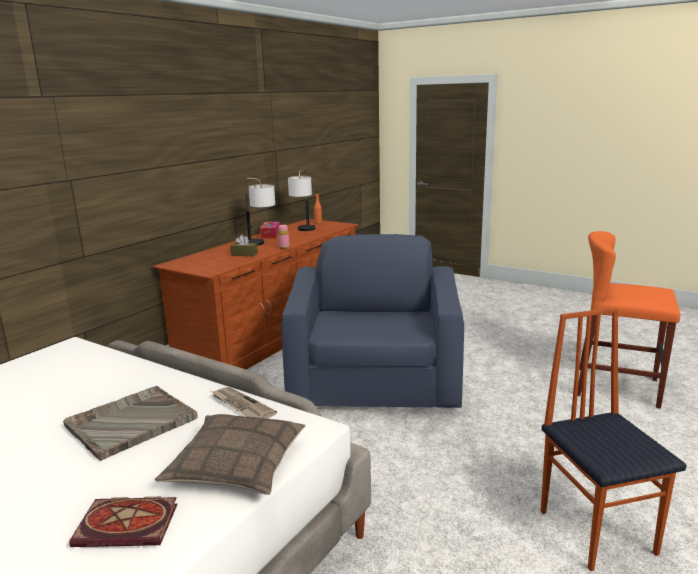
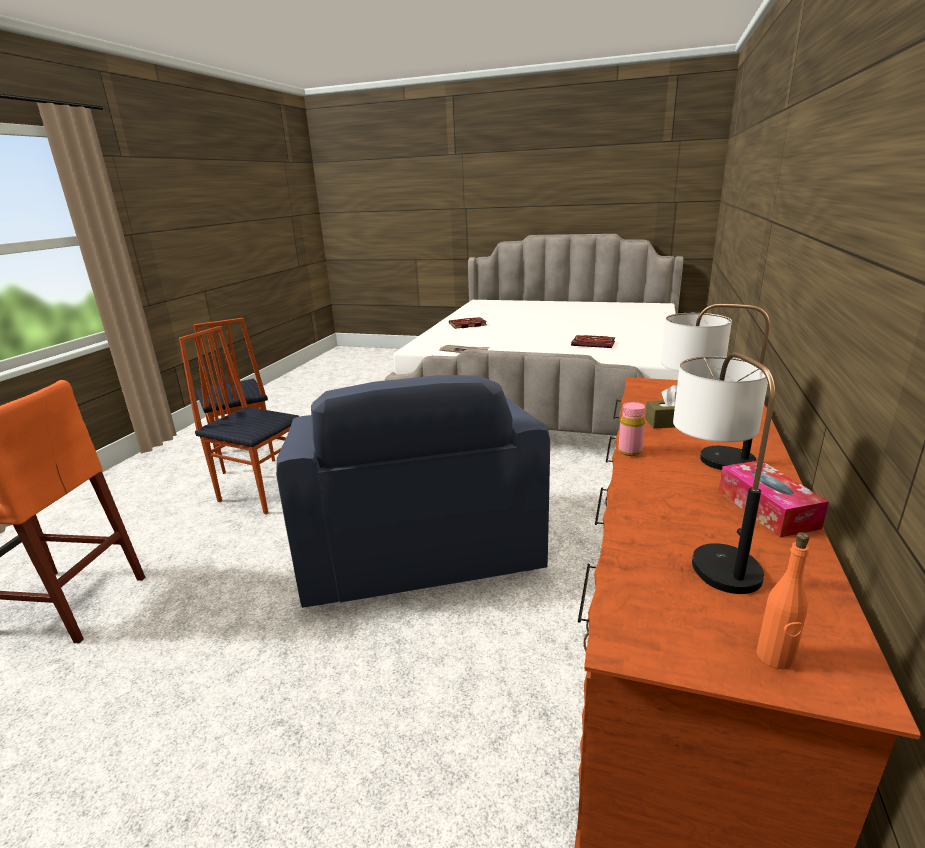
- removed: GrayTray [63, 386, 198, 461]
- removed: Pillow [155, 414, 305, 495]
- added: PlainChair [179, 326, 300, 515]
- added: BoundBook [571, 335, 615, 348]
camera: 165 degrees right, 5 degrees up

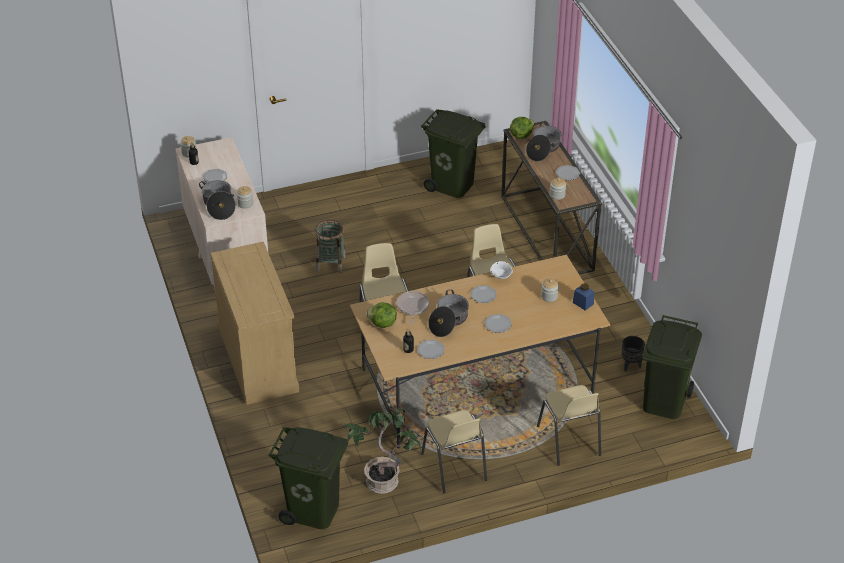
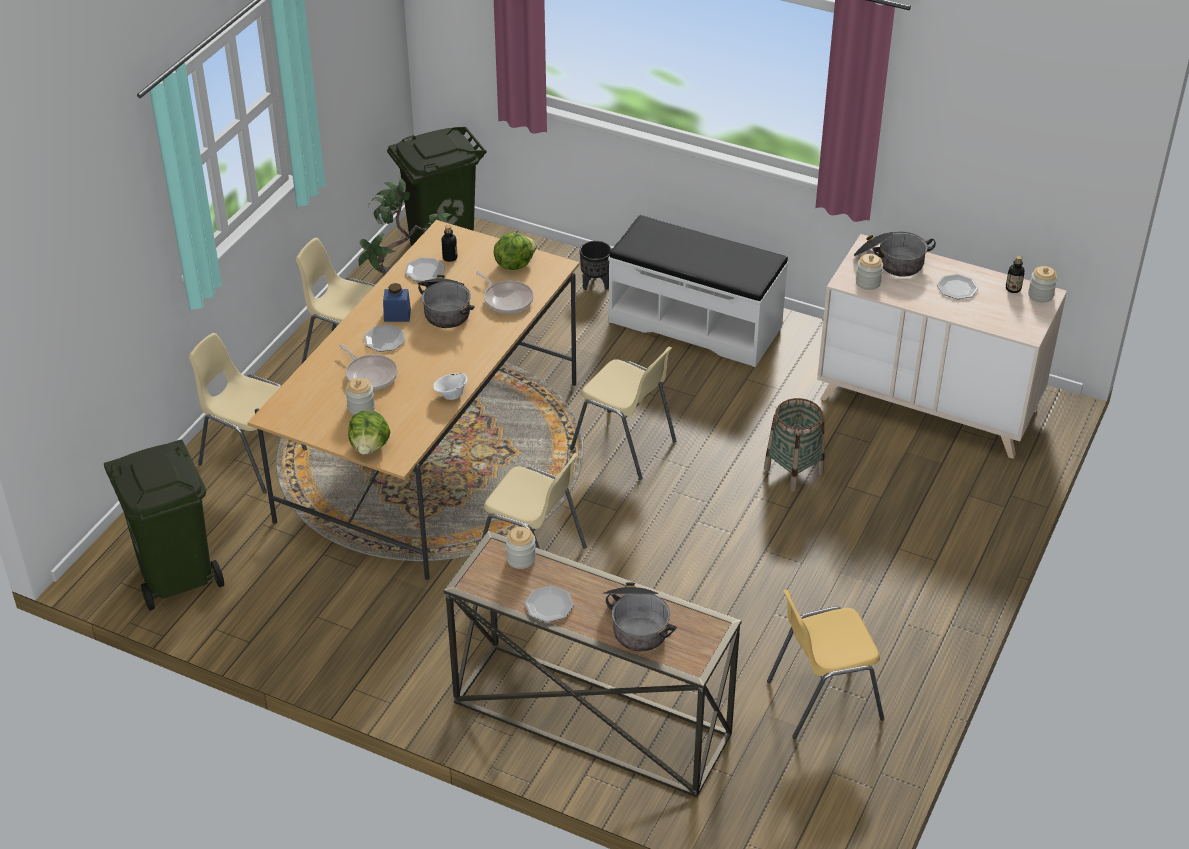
- removed: Plate [471, 286, 497, 303]
- added: Skillet [339, 344, 398, 390]
- moved: Lettuce [510, 117, 534, 139] to [348, 410, 390, 455]
- moved: BlueStorageJar [573, 283, 594, 311] to [383, 283, 411, 322]
- moved: BlackPlanter [622, 336, 645, 371] to [580, 241, 612, 290]
- replaced: BeigeDrawerChest [210, 242, 299, 405] to WhiteColouredLongSeat [608, 215, 788, 367]
- replaced: GreenishRubbishBin [421, 110, 486, 198] to YellowColouredPlainChair [767, 589, 884, 739]
camera: 135 degrees right, 0 degrees up

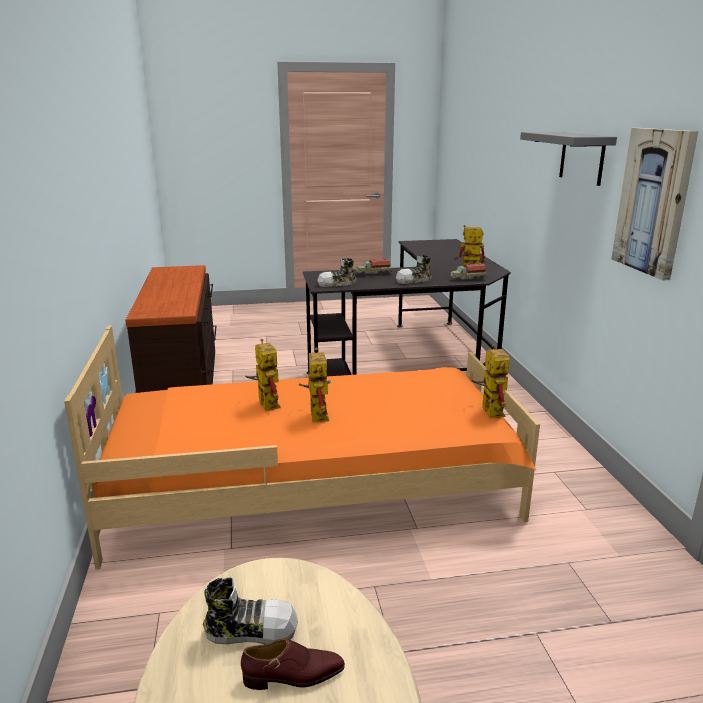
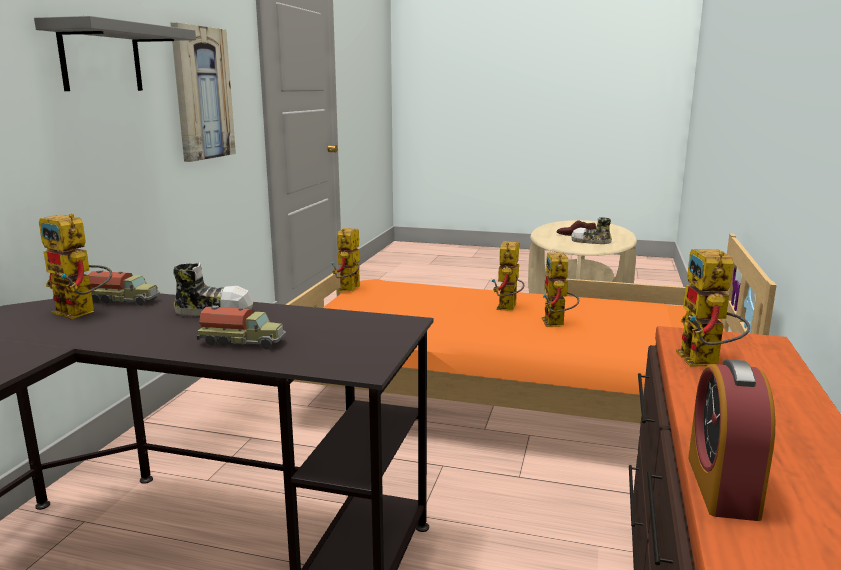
- removed: ItemOfFootwear [318, 258, 356, 287]
- added: ModelRobot [676, 249, 750, 367]
- added: BedsideClock [688, 359, 775, 521]
camera: 155 degrees left, 5 degrees down

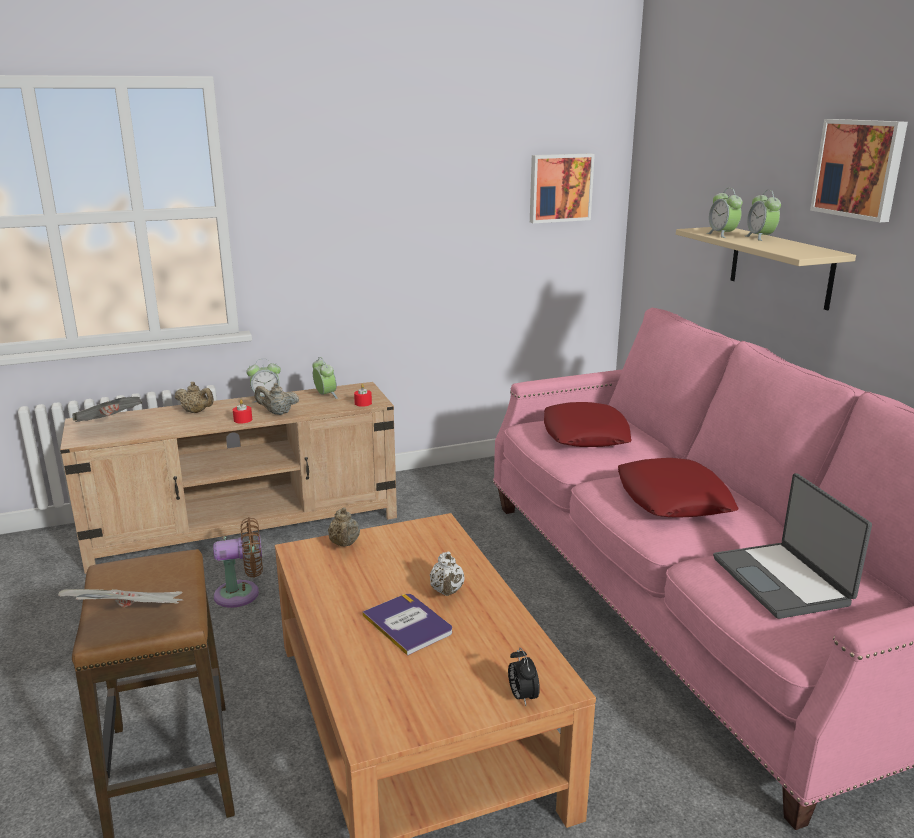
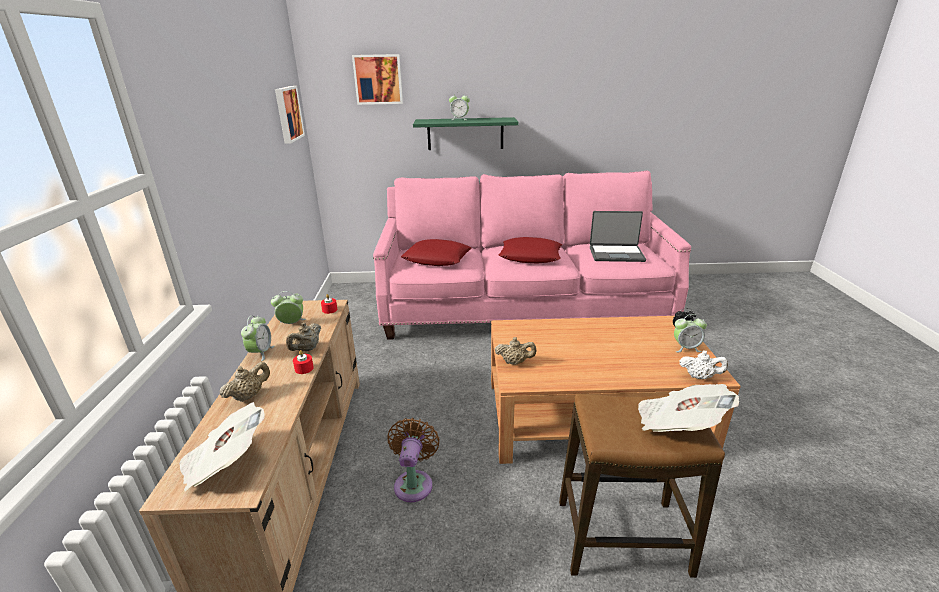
- removed: BoundBook [362, 594, 452, 656]
- moved: WhiteColouredPotForTea [430, 552, 465, 596] to [680, 351, 728, 379]
- moved: BedsideClock [706, 188, 743, 238] to [674, 314, 707, 352]
- moved: WallArt [810, 119, 908, 222] to [352, 54, 403, 105]
- recoloured: BeigeShelf [676, 227, 856, 310] to GreenishShelf [413, 117, 519, 150]
camera: 70 degrees left, 5 degrees up

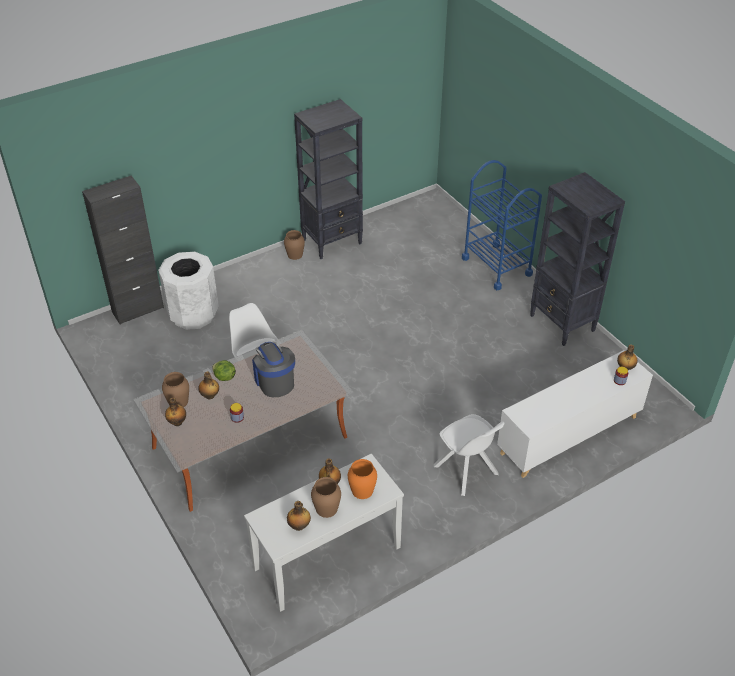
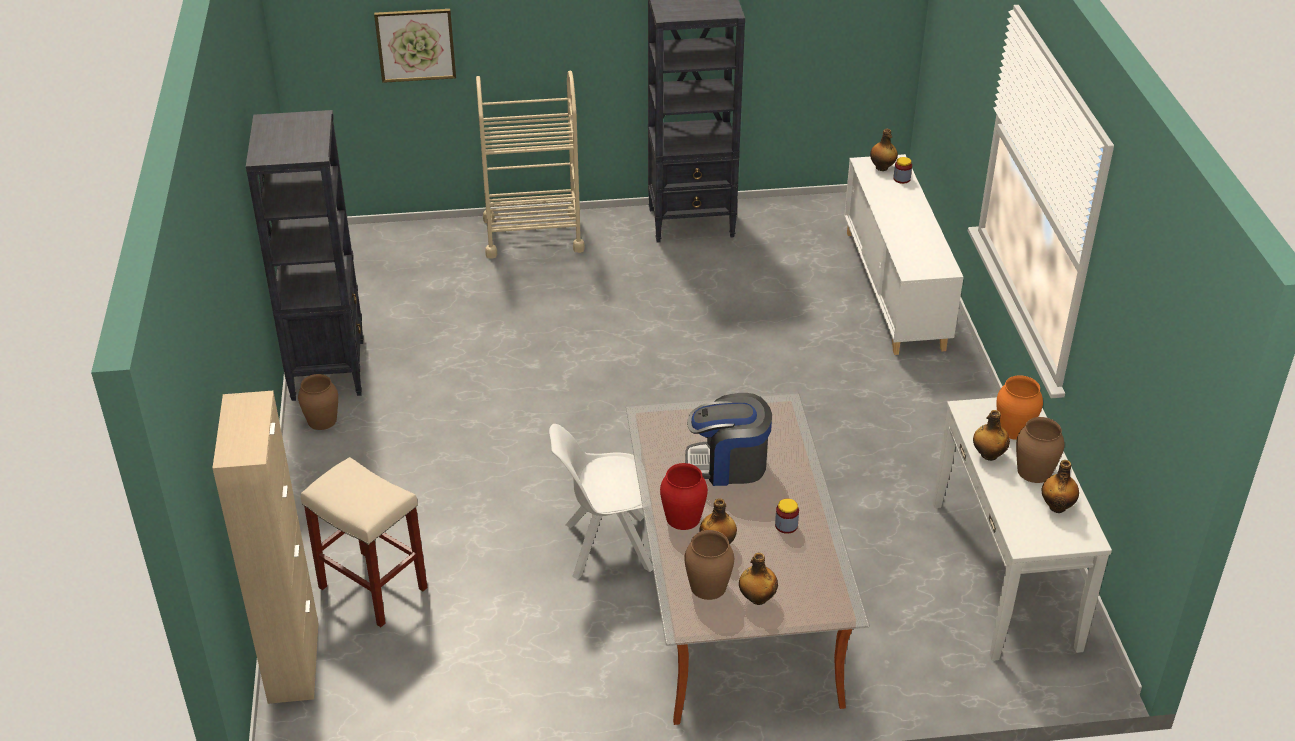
- removed: WhiteColouredPlainChair [434, 414, 504, 496]
- added: WallArt [374, 9, 456, 83]
- replaced: WhiteColouredRubbishBin [158, 252, 219, 330] to BeigeSittingStool [301, 457, 428, 627]
- replaced: Lettuce [212, 360, 236, 381] to ReddishDecorativeVase [660, 463, 708, 530]
- recoloured: BlackCabinet [82, 175, 164, 325] to BeigeCabinet [212, 391, 319, 704]
- recoloured: BlueWheeledCart [462, 160, 542, 290] to BeigeWheeledCart [476, 71, 585, 259]
camera: 65 degrees left, 5 degrees down

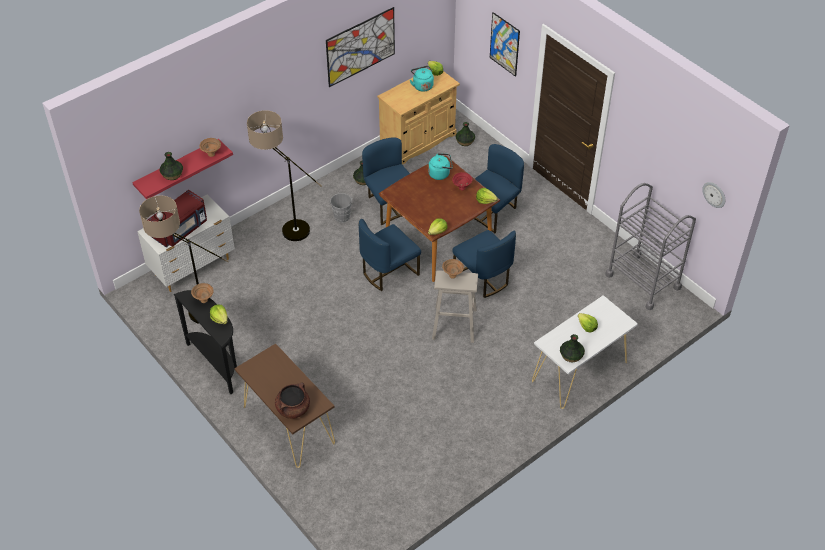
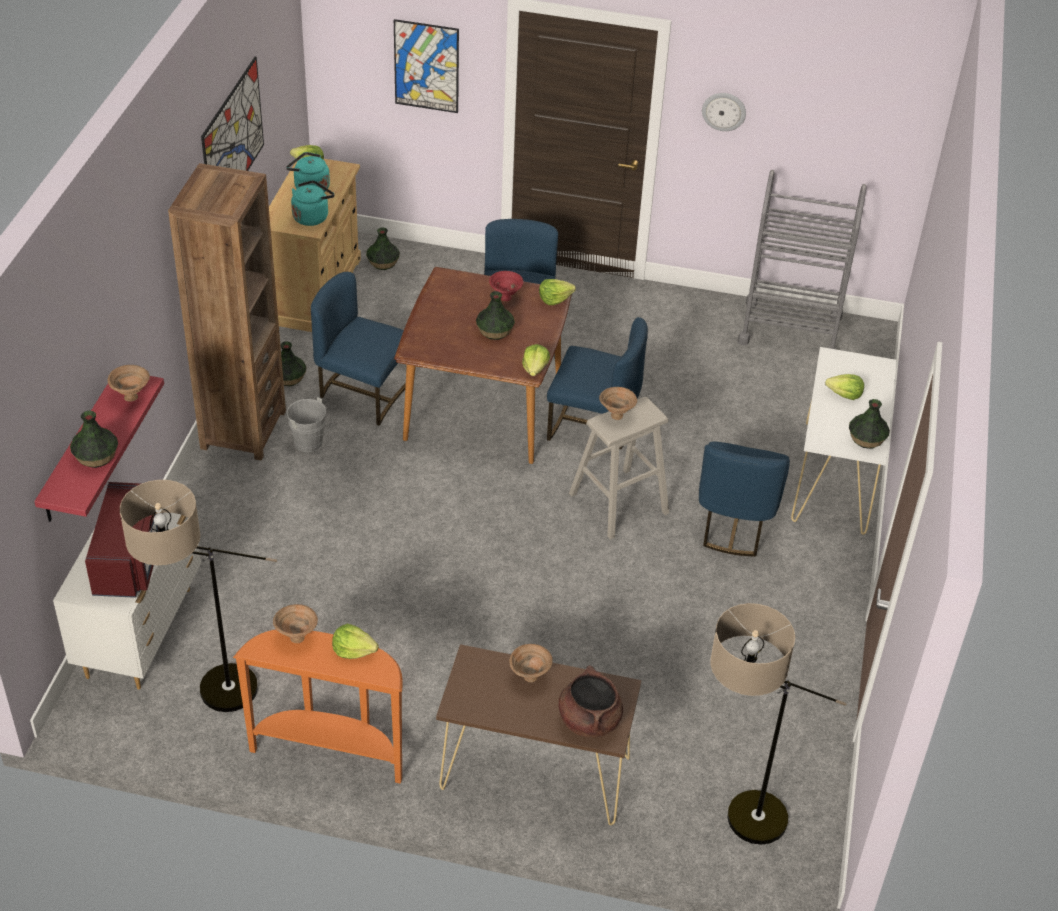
- added: BrownBookshelf [168, 163, 286, 460]
- added: DecorativeVase [476, 291, 515, 340]
- added: BrownBowl [509, 644, 553, 682]
- moved: StandardLamp [247, 110, 322, 241] to [710, 603, 846, 845]
- moved: BluePlainChair [359, 219, 421, 291] to [699, 441, 790, 557]
- moved: TurquoiseColouredKettle [428, 153, 453, 180] to [291, 180, 335, 226]
- moved: ClockOnTheWall [702, 182, 725, 208] to [702, 93, 746, 131]
- recoloured: BlackNarrowTable [174, 290, 237, 394] to OrangeyNarrowTable [233, 630, 403, 784]
camera: 40 degrees left, 5 degrees down

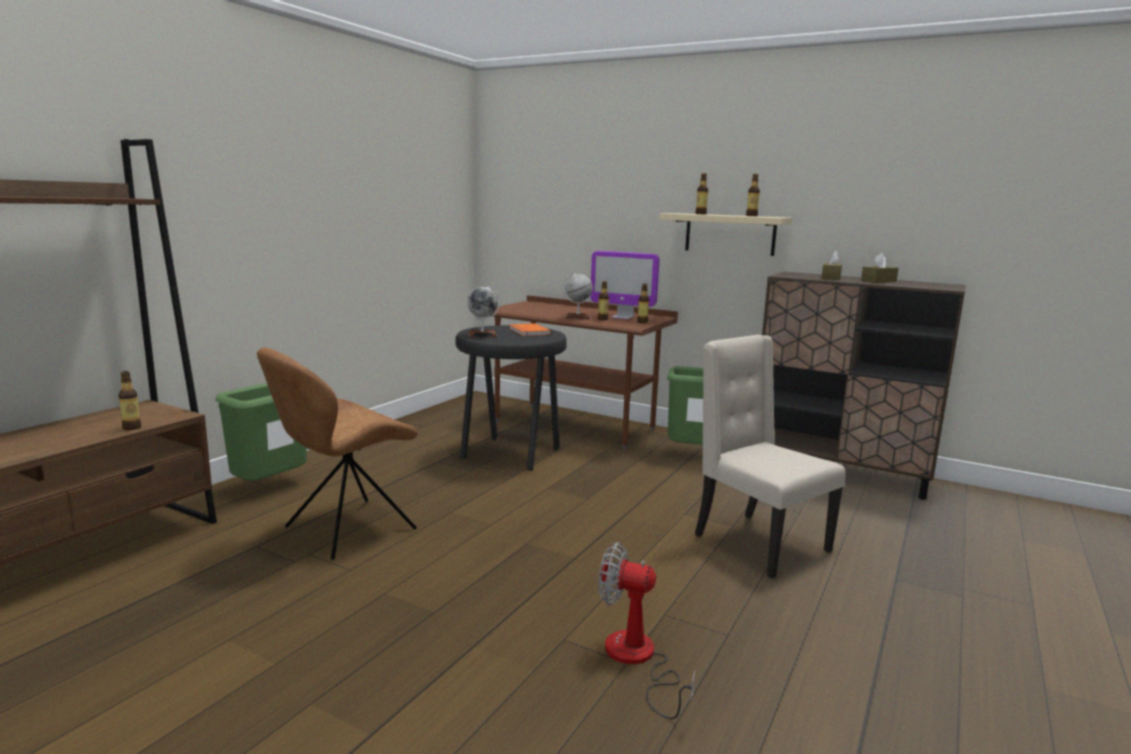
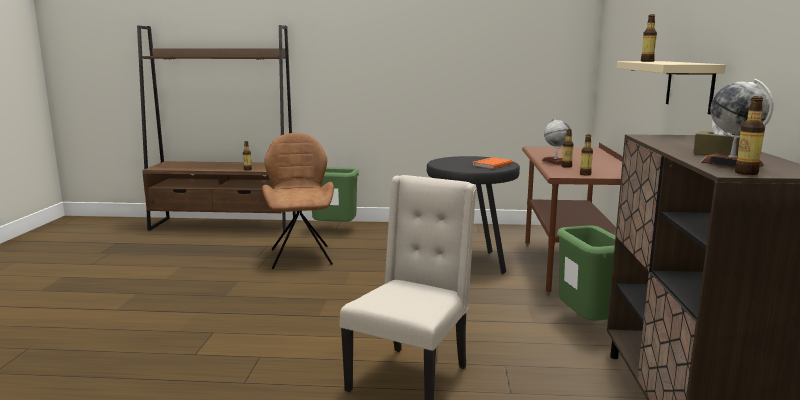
- removed: ComputerDisplay [590, 251, 659, 319]
- removed: ElectricFan [598, 542, 695, 719]
- removed: BrownBoxOfTissues [821, 251, 842, 280]
- moved: WorldGlobe [467, 285, 501, 337] to [701, 79, 774, 168]
- moved: BeverageBottle [746, 174, 760, 216] to [735, 96, 765, 175]
- turned: BrownPlainChair [257, 347, 418, 560] = [262, 133, 334, 269] 60 degrees clockwise
camera: 65 degrees right, 0 degrees up

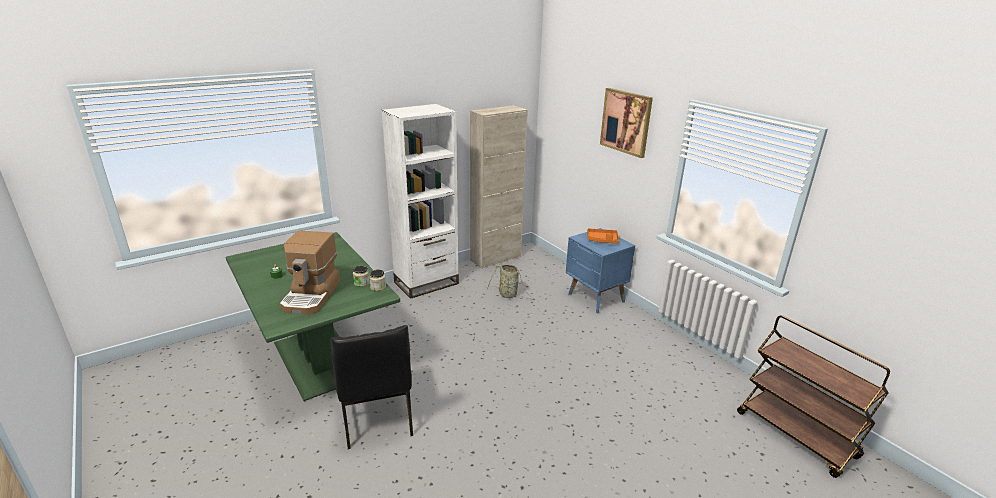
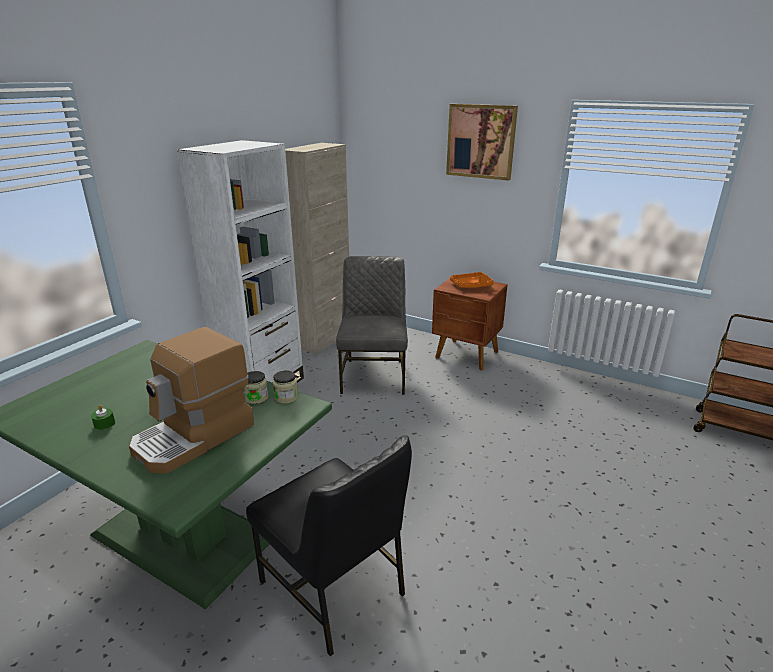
- replaced: StorageBasket [487, 264, 534, 299] to GrayPlainChair [336, 256, 408, 395]
- recoloured: BlueNightTable [566, 228, 635, 313] to BrownNightTable [432, 274, 508, 370]
- turned: CoffeeBrewer [280, 230, 340, 315] = [129, 327, 254, 473] 60 degrees clockwise
camera: 25 degrees left, 0 degrees up

